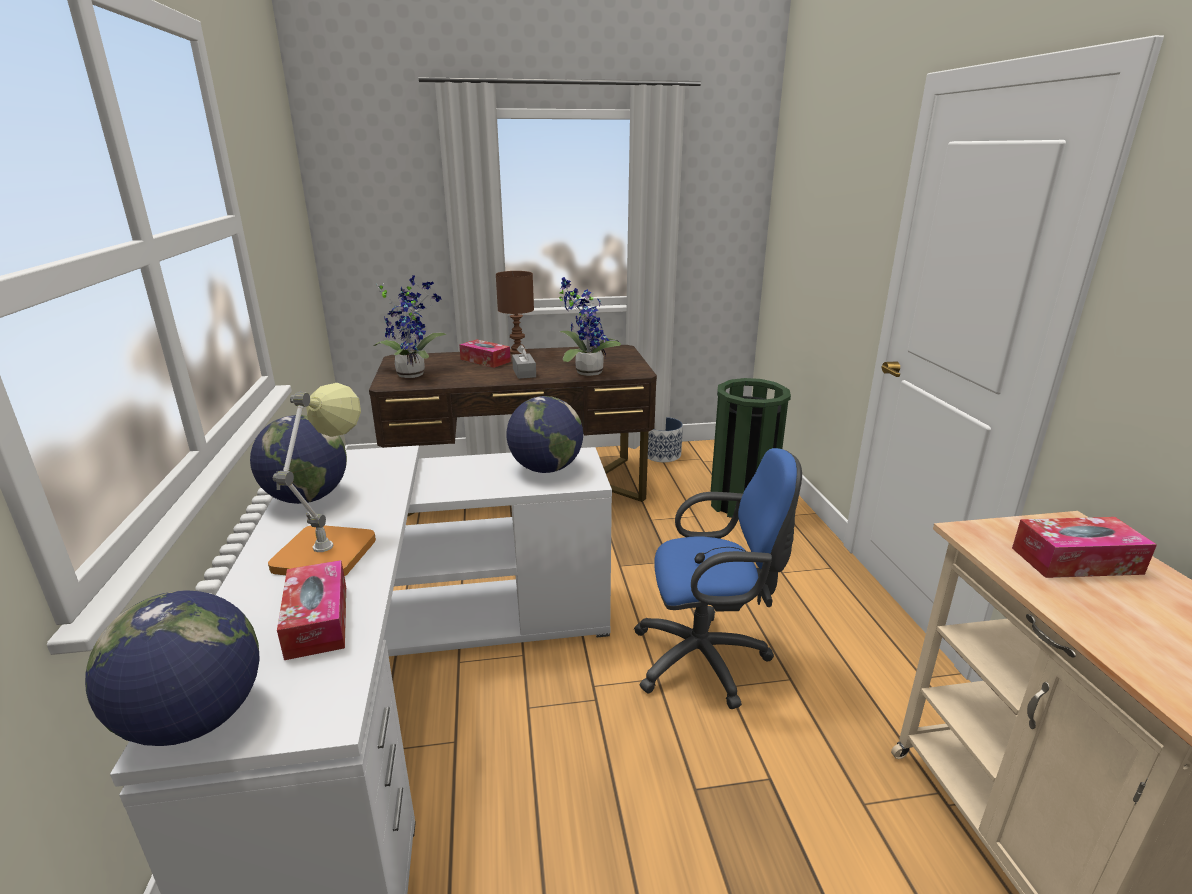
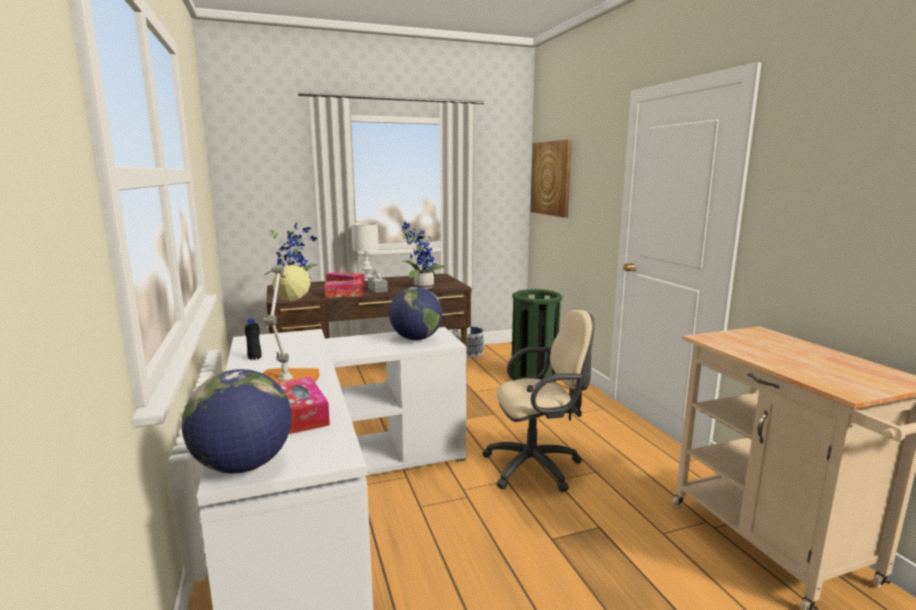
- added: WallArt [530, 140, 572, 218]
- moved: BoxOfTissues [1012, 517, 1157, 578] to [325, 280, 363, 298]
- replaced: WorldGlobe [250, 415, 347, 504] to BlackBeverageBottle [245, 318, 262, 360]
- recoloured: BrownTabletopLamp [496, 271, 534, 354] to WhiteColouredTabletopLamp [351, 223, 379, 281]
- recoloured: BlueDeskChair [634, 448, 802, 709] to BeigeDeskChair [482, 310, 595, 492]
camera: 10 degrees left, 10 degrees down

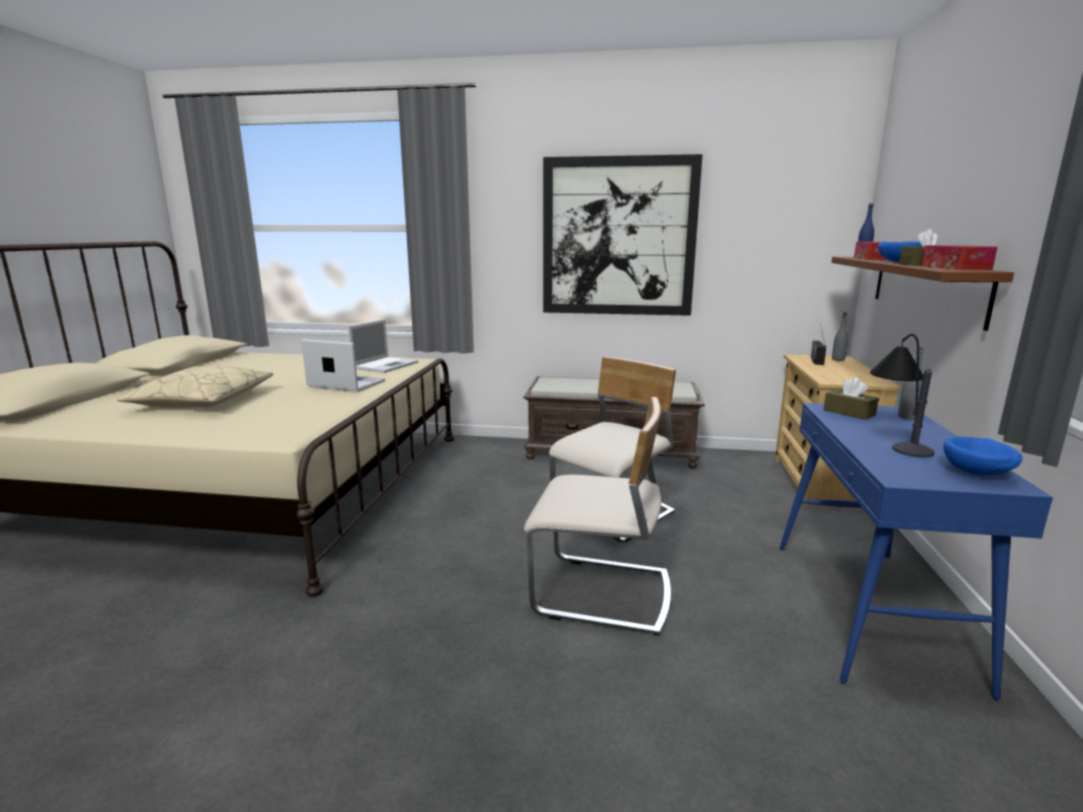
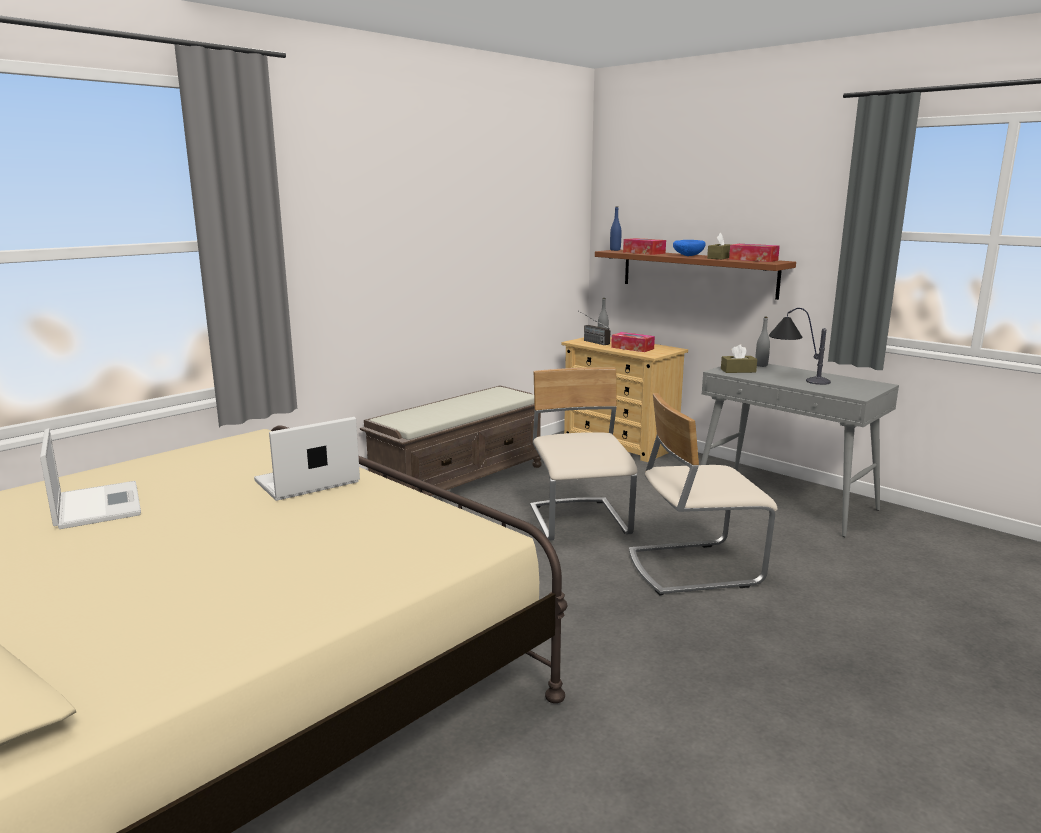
- removed: BeigePillow [116, 366, 274, 408]
- removed: WallArt [543, 154, 703, 316]
- removed: BlueBowl [943, 437, 1023, 476]
- added: BoxOfTissues [611, 332, 655, 352]
- moved: NotebookComputer [348, 319, 418, 373] to [40, 428, 141, 529]
- recoloured: BlueNarrowTable [780, 403, 1053, 700] to GrayNarrowTable [701, 364, 899, 537]
- turned: BeigePlainChair [524, 397, 671, 636] = [629, 393, 778, 595] 150 degrees counterclockwise
camera: 55 degrees left, 0 degrees up

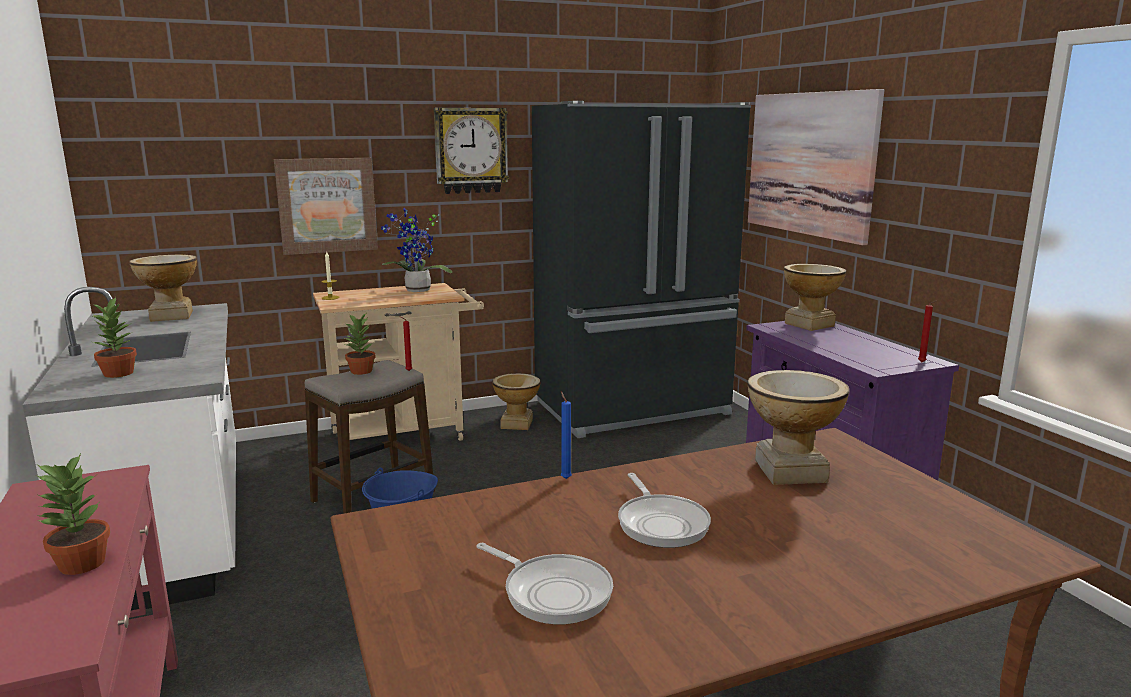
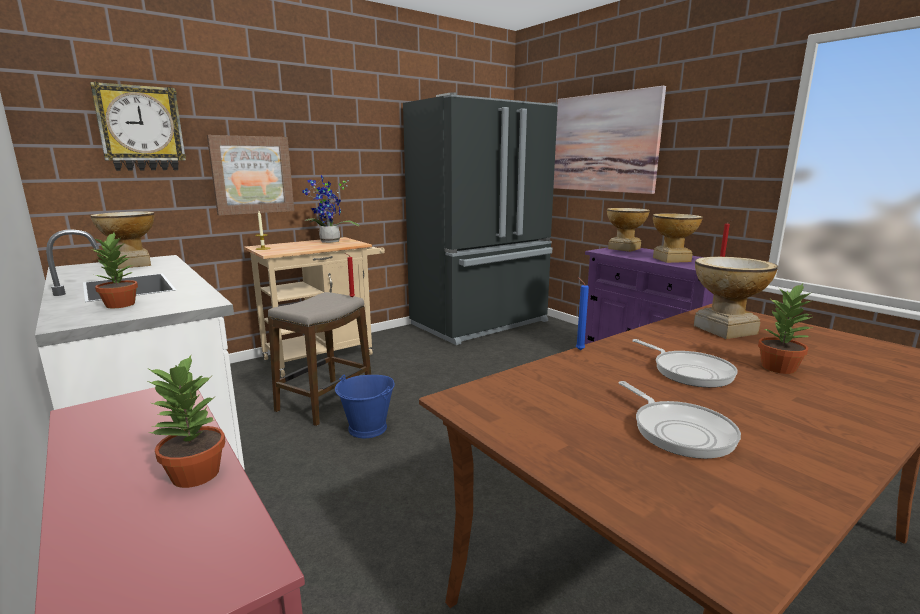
- moved: Houseplant [345, 314, 376, 375] to [758, 284, 813, 374]
- moved: ClockOnTheWall [434, 108, 509, 194] to [90, 82, 186, 171]
- moved: DecorativeVase [492, 373, 541, 430] to [653, 213, 703, 263]
- turned: Skillet [476, 543, 613, 625] = [619, 381, 741, 459] 45 degrees clockwise
camera: 15 degrees left, 0 degrees up

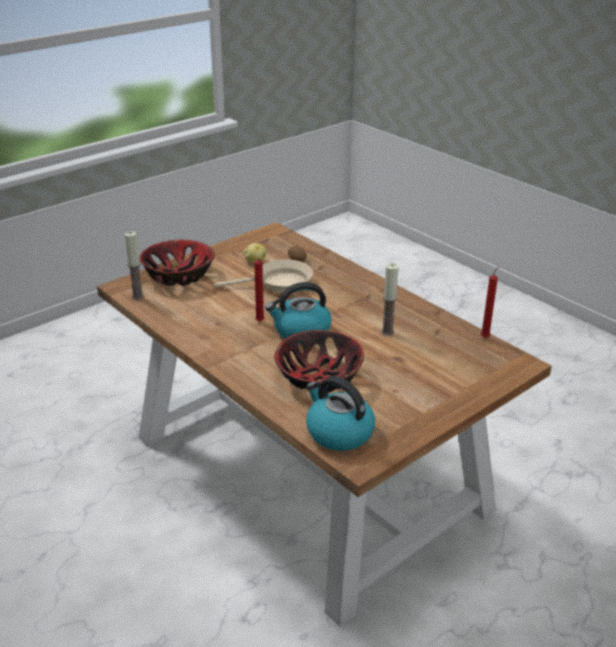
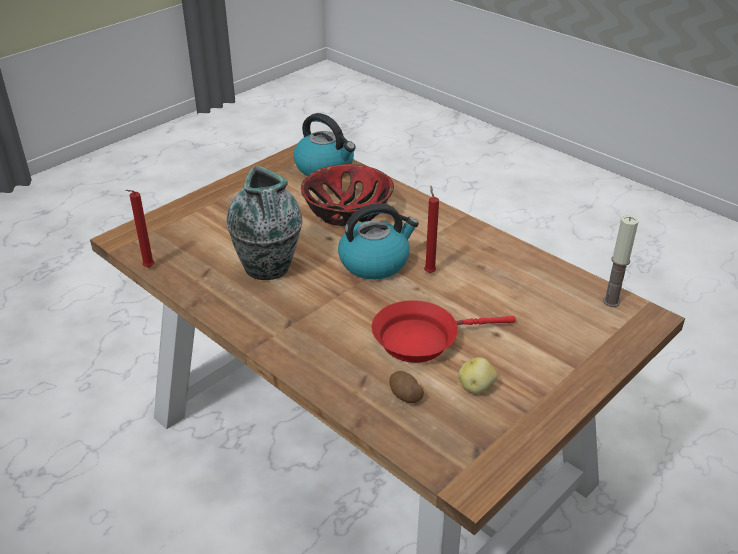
- removed: Bowl [139, 240, 215, 286]
- replaced: Candle [381, 263, 399, 336] to DecorativeVase [226, 165, 303, 280]
- recoloured: BeigeSkillet [214, 259, 313, 293] to ReddishSkillet [371, 300, 516, 363]
camera: 175 degrees right, 5 degrees up

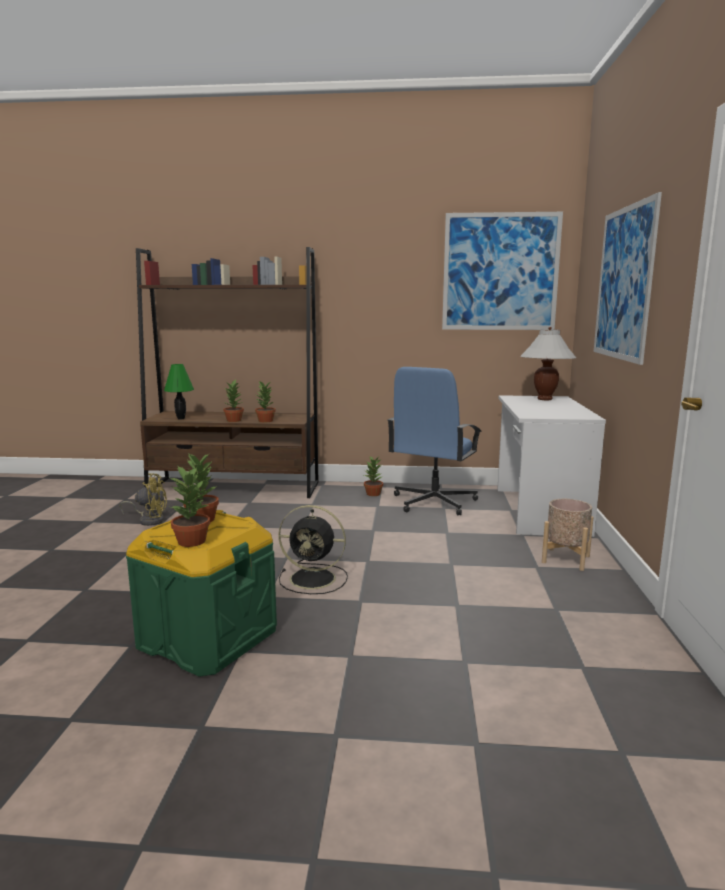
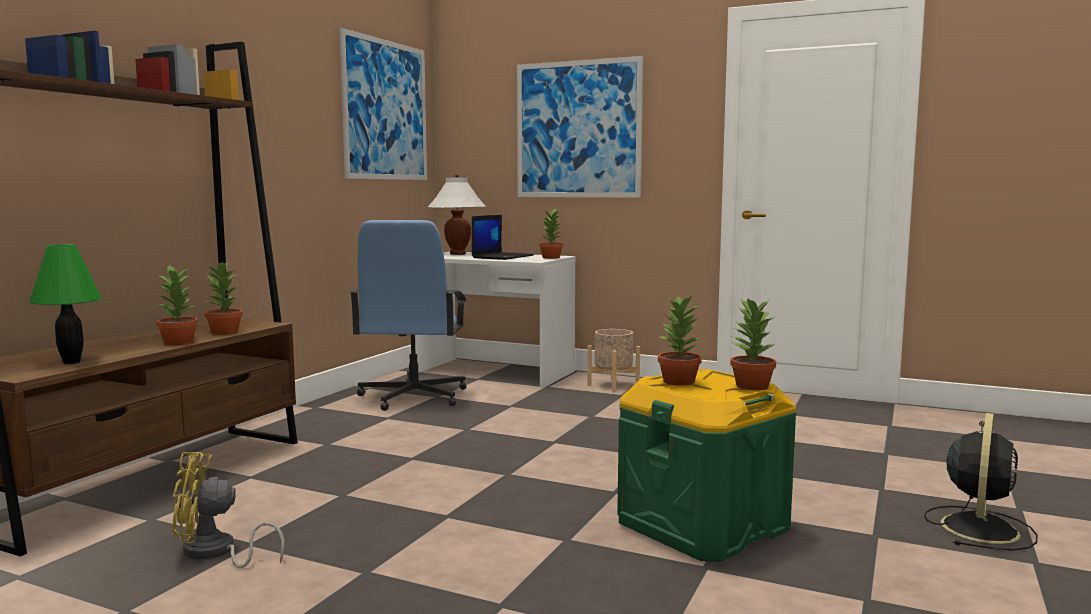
- added: NotebookComputer [472, 215, 534, 260]
- moved: BlackElectricFan [278, 505, 348, 594] to [924, 413, 1037, 551]
- moved: Houseplant [364, 457, 383, 496] to [539, 208, 563, 259]
- turned: YellowColouredElectricFan [120, 473, 167, 526] = [173, 452, 285, 568] 120 degrees counterclockwise
- turned: BlueDeskChair [387, 367, 482, 515] = [349, 220, 467, 411] 45 degrees clockwise
camera: 70 degrees left, 5 degrees down

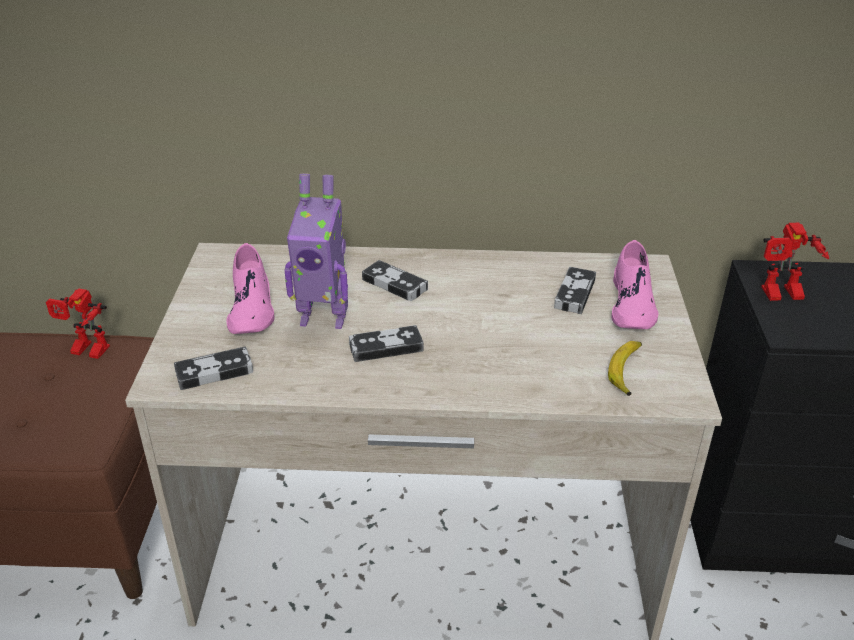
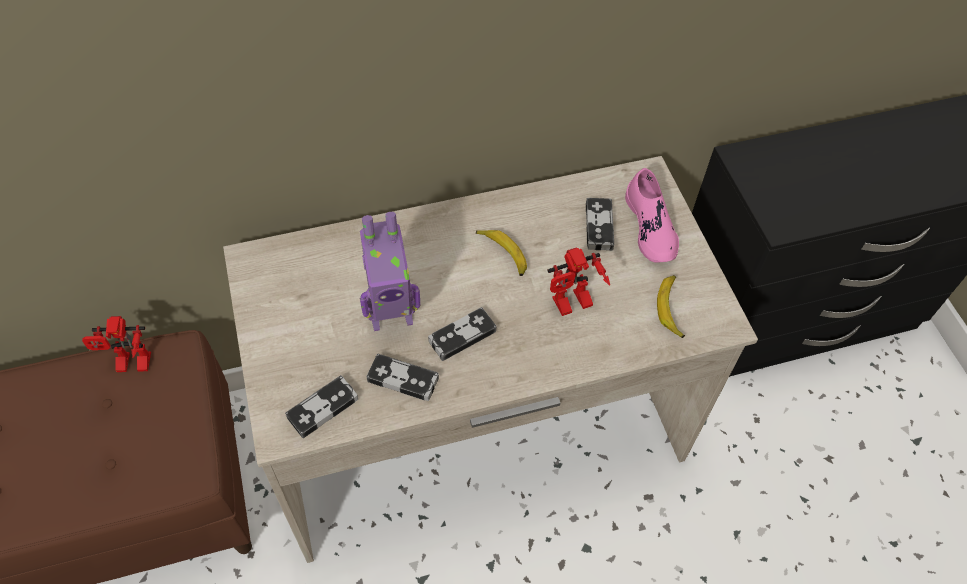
- removed: PinkColouredItemOfFootwear [226, 243, 274, 334]
- added: Banana [476, 230, 527, 276]
- moved: GameController [362, 260, 428, 301] to [367, 354, 439, 401]
- moved: ModelRobot [761, 223, 829, 301] to [547, 247, 610, 316]
camera: 20 degrees left, 20 degrees up

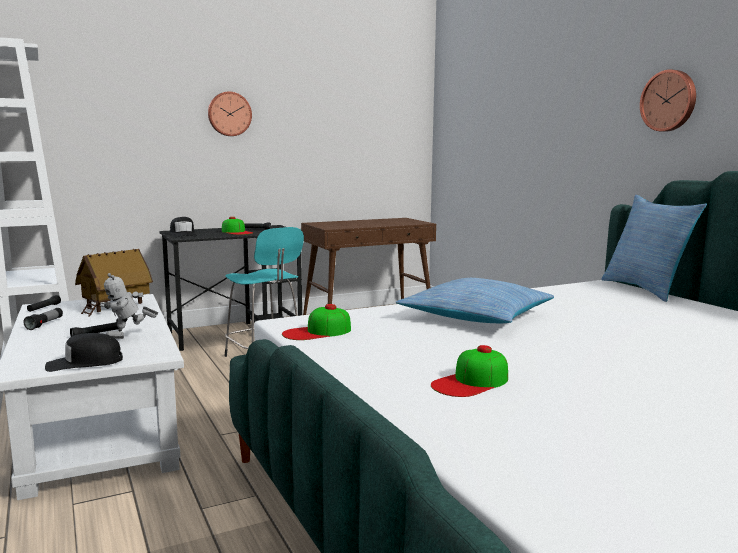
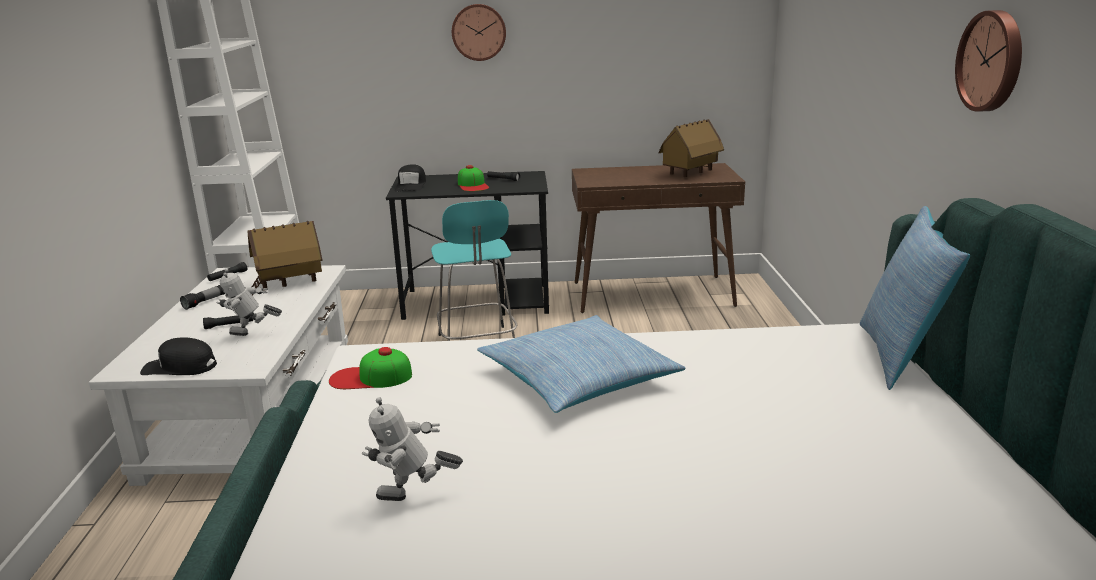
- added: ToyHouse [659, 119, 724, 177]
- replaced: PeakedCap [431, 345, 508, 397] to ModelRobot [362, 397, 463, 501]
camera: 25 degrees right, 10 degrees up

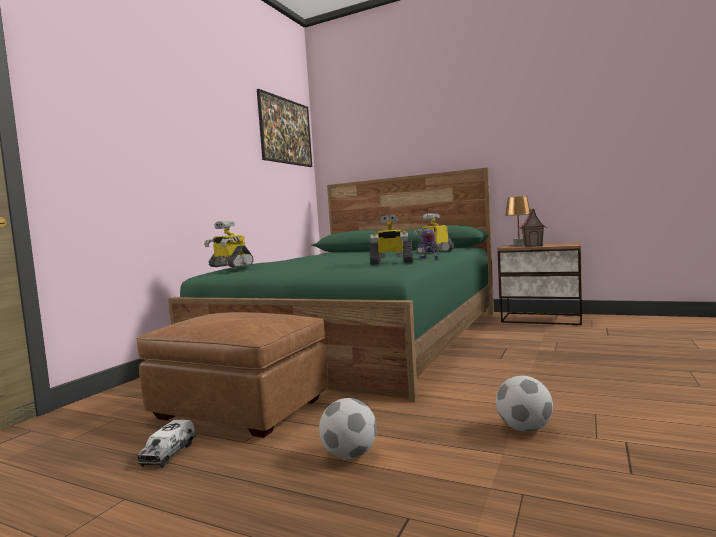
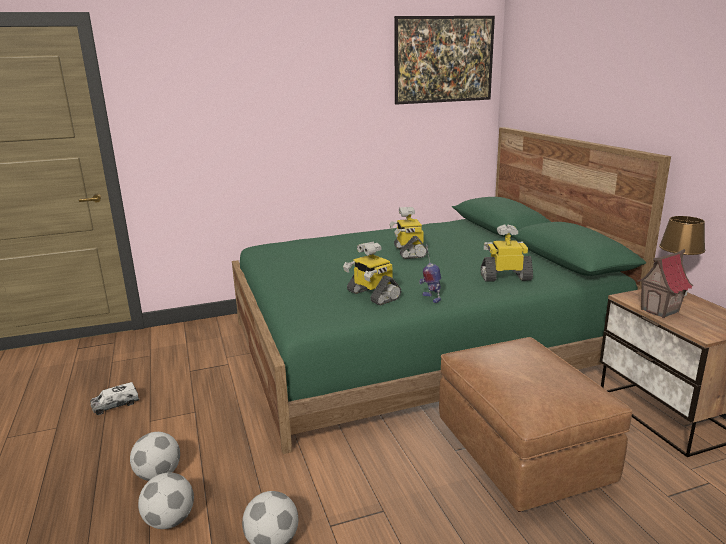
- added: FootballBall [138, 473, 194, 529]
- moved: BrownFootrest [136, 312, 328, 438] to [439, 337, 632, 512]
- moved: ModelRobot [204, 221, 254, 267] to [389, 207, 427, 259]
camera: 45 degrees right, 15 degrees up

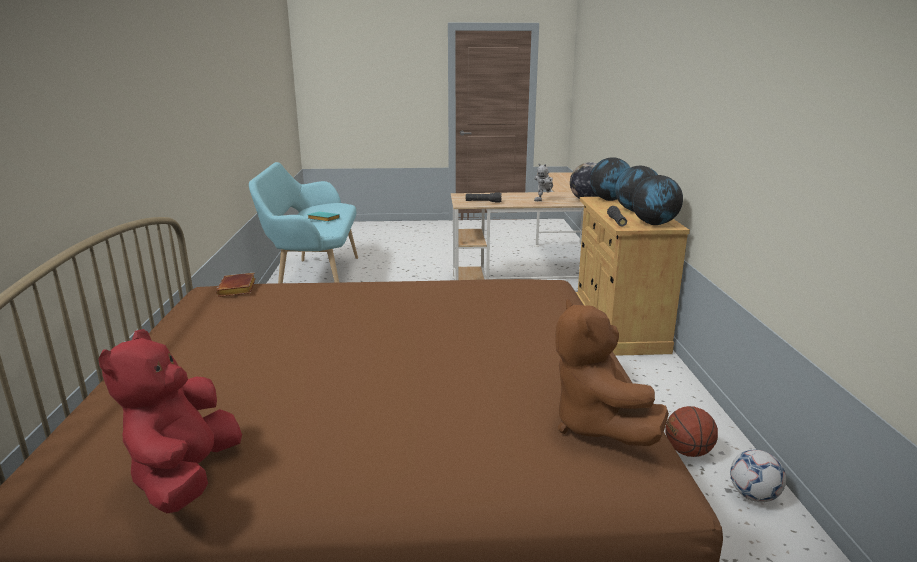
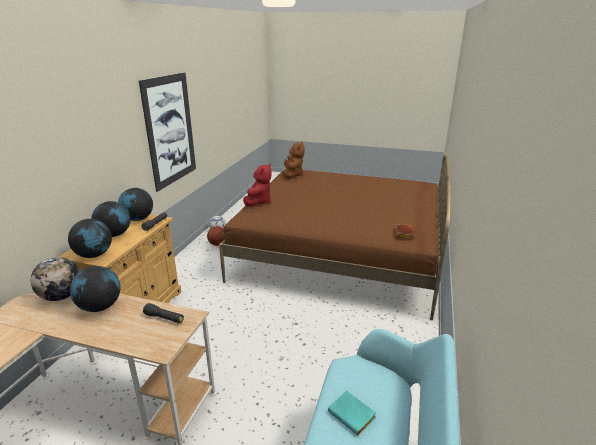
- added: WallArt [139, 72, 196, 192]
- moved: ReddishCuddlyToy [99, 329, 242, 513] to [243, 164, 272, 206]
- replaced: ModelRobot [534, 163, 553, 201] to WorldGlobe [70, 266, 121, 312]
camera: 160 degrees left, 5 degrees up

